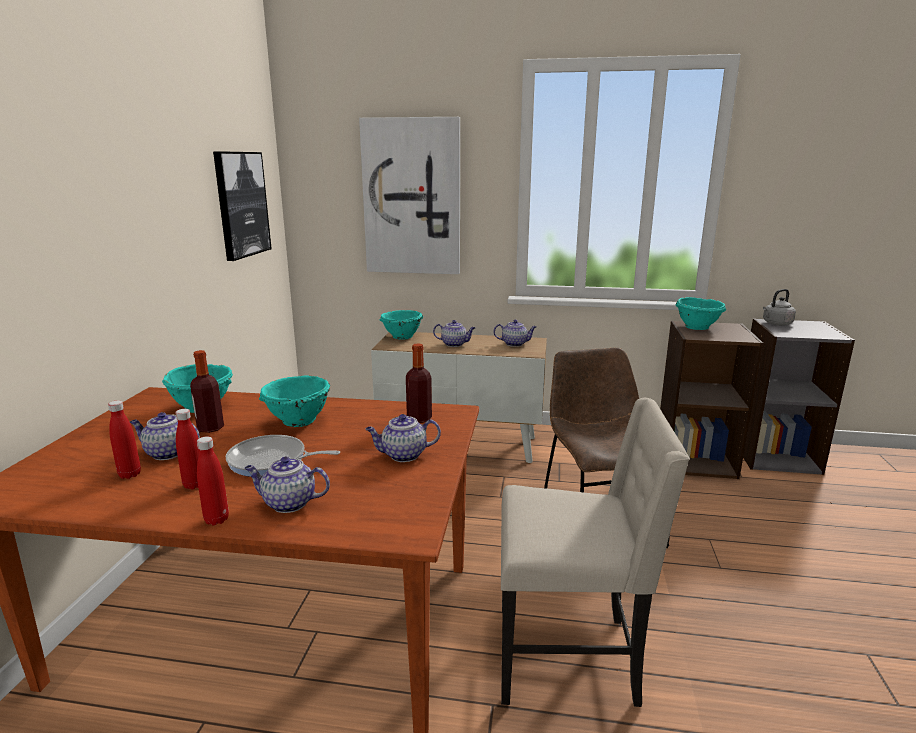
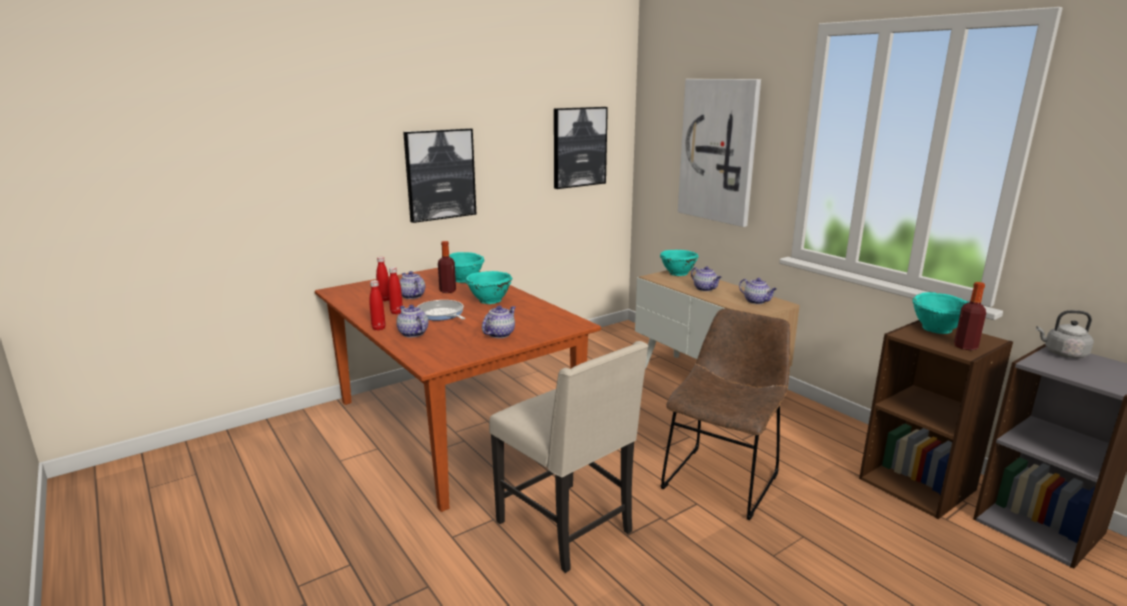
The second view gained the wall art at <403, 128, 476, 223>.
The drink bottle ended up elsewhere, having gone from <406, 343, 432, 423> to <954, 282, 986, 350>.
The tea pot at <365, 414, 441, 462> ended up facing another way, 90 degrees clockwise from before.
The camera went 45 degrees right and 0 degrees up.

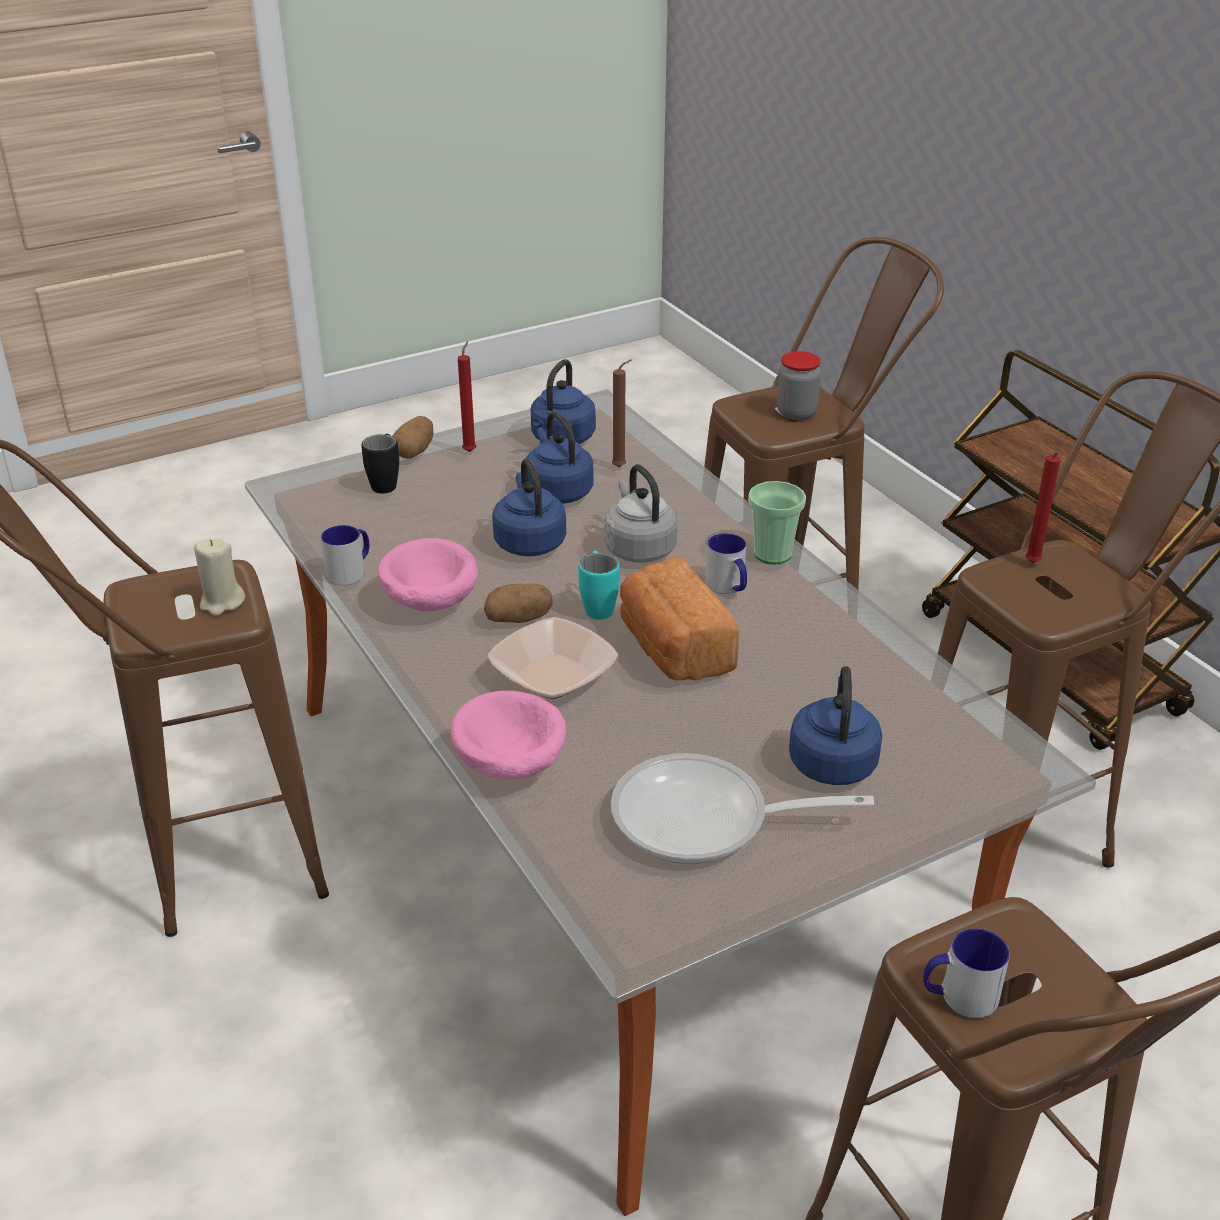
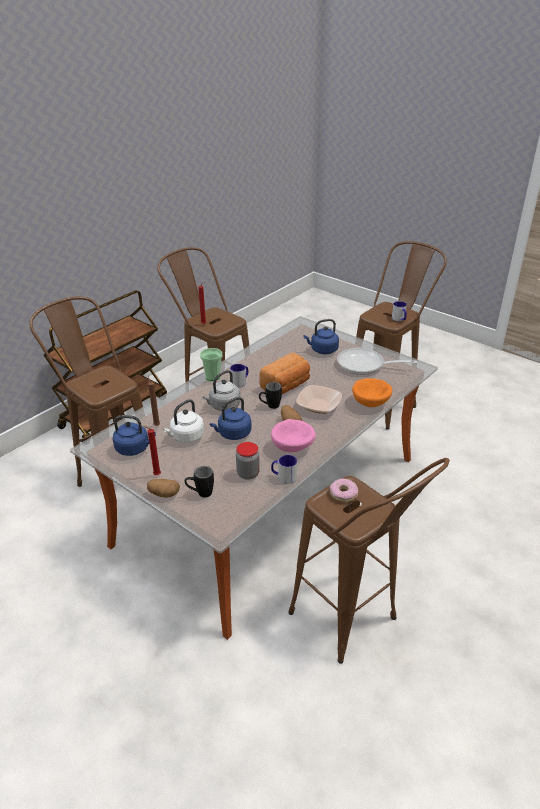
The storage jar ended up elsewhere, having gone from <777, 351, 821, 420> to <236, 442, 260, 480>.
Where the wax candle/beige stood at <194, 539, 245, 616>, the ring doughnut came to stand at <330, 478, 358, 502>.
What was the serving bowl/pink at <450, 691, 566, 779> turned into the serving bowl/orangey at <352, 378, 392, 407>.
What was the water kettle/bluish at <525, 411, 593, 504> turned into the water kettle/whitish at <163, 399, 204, 443>.
What was the tea mug/turquoise at <579, 551, 620, 620> turned into the tea mug/blackish at <259, 382, 282, 409>.
The skillet at <611, 753, 874, 864> ended up facing another way, 120 degrees clockwise from before.
The camera went 110 degrees left and 0 degrees up.

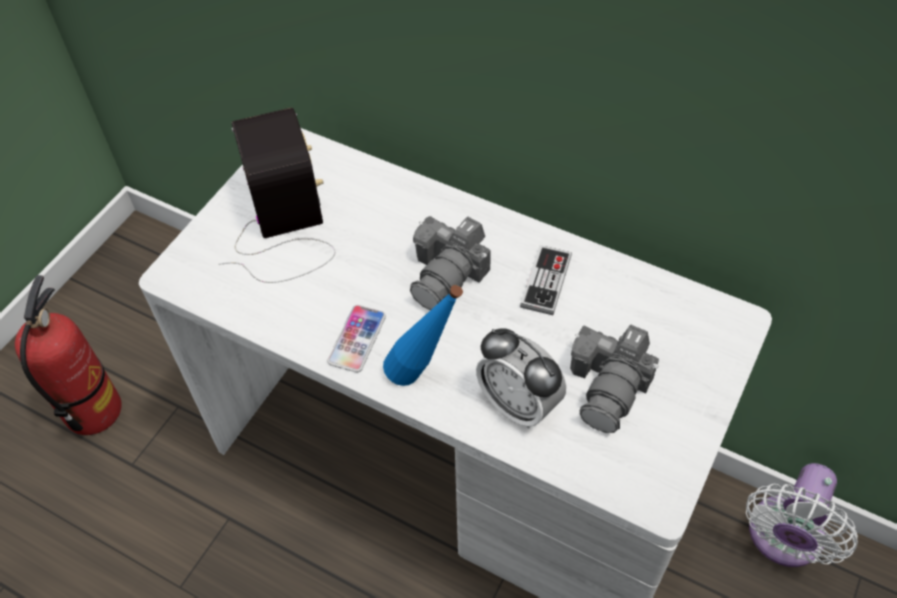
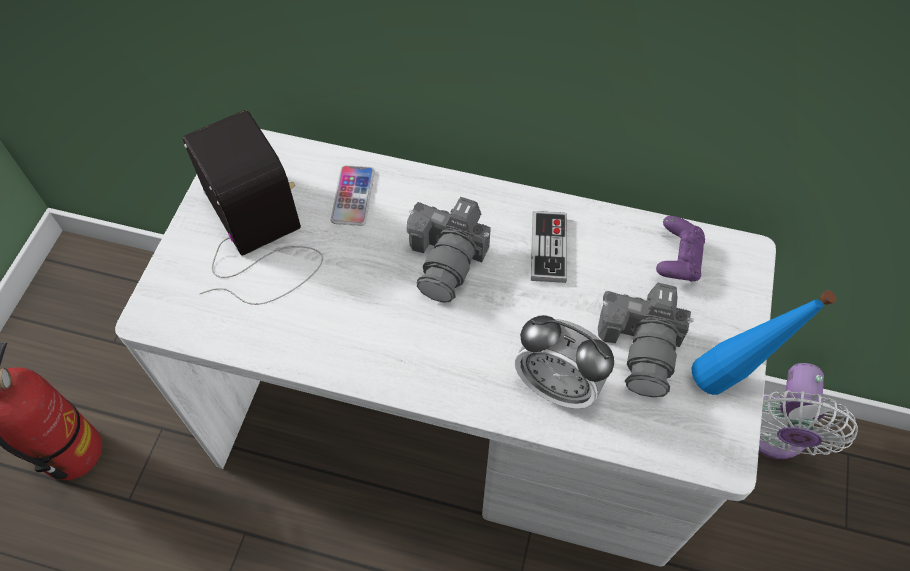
The second view gained the game controller/purple at <656, 216, 705, 282>.
The telephone ended up elsewhere, having gone from <327, 305, 386, 373> to <331, 165, 375, 226>.
The drink bottle/bluish ended up elsewhere, having gone from <383, 285, 463, 386> to <692, 290, 836, 395>.
The camera went 15 degrees left and 5 degrees up.

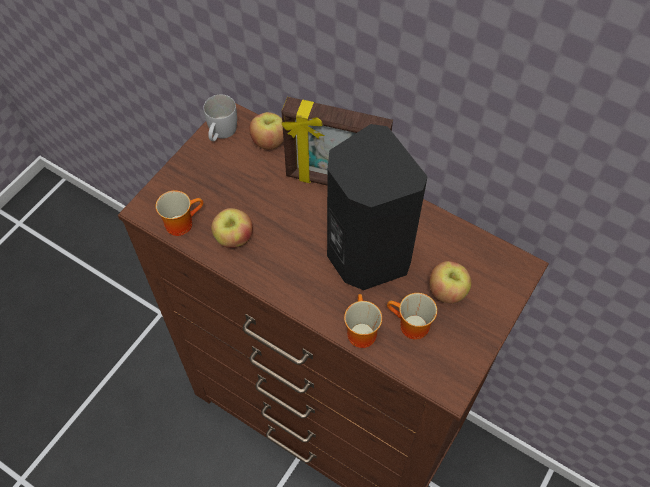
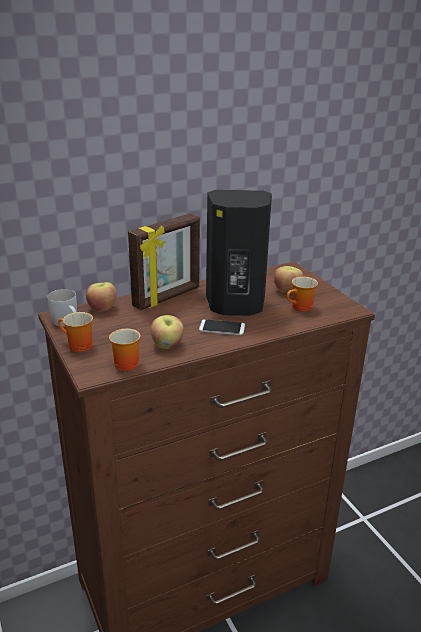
The second view gained the telephone at <199, 319, 245, 335>.
The tea mug ended up elsewhere, having gone from <344, 294, 382, 348> to <58, 312, 93, 352>.
The camera went 60 degrees left and 30 degrees down.

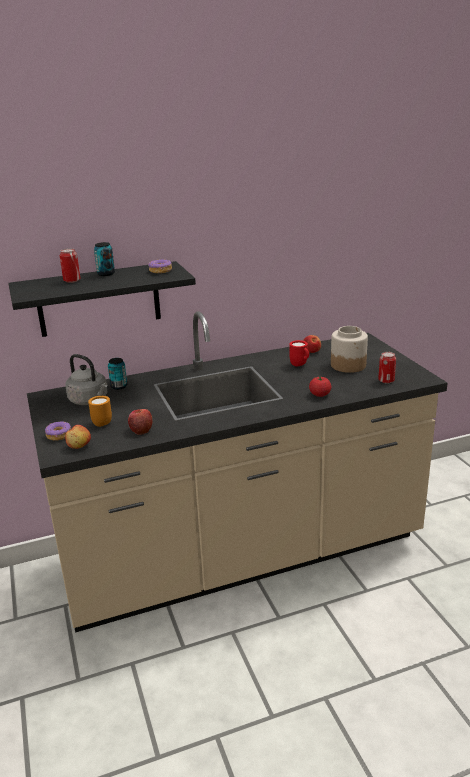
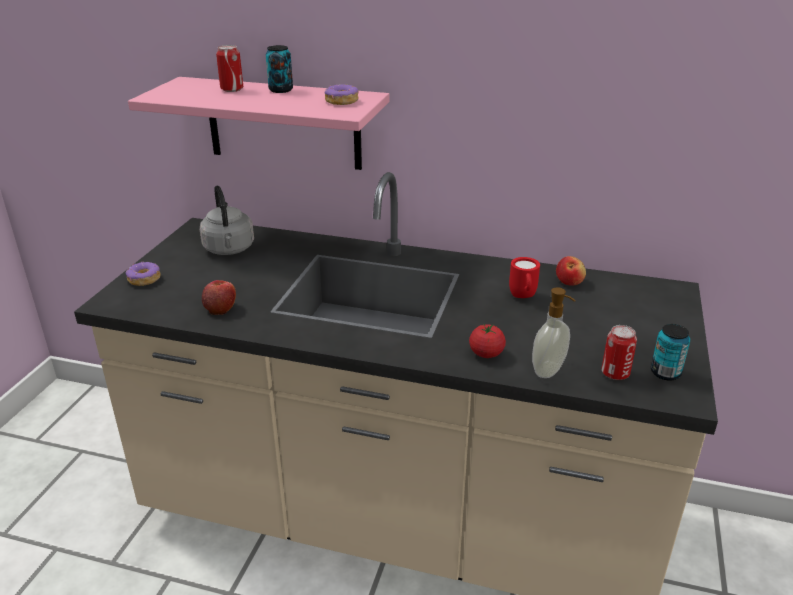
The second view lost the apple fruit at <65, 425, 91, 449>.
The second view lost the tea mug/orangey at <88, 396, 112, 427>.
The second view lost the storage jar at <331, 326, 368, 373>.
The second view gained the liquid soap bottle at <532, 287, 576, 378>.
The can ended up elsewhere, having gone from <108, 358, 127, 390> to <651, 324, 690, 381>.
What was the bracket shelf/blackish at <8, 261, 196, 337> turned into the bracket shelf/pink at <128, 77, 389, 170>.
The camera went 35 degrees right and 5 degrees up.

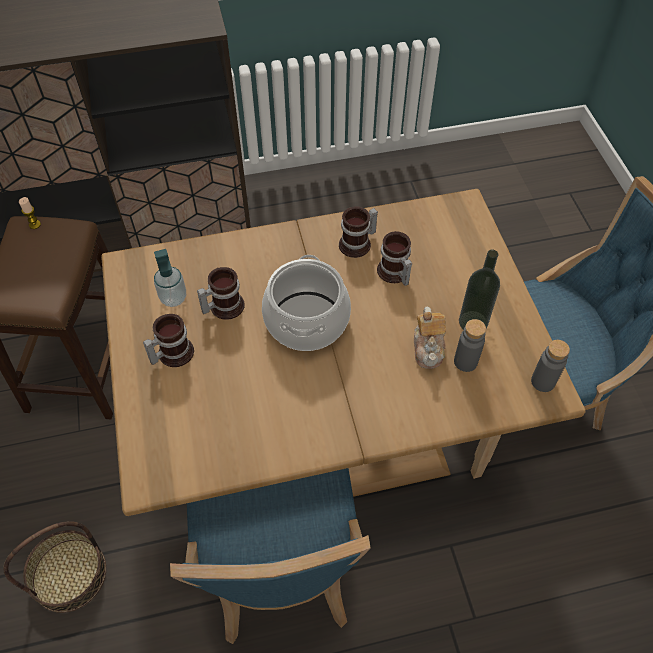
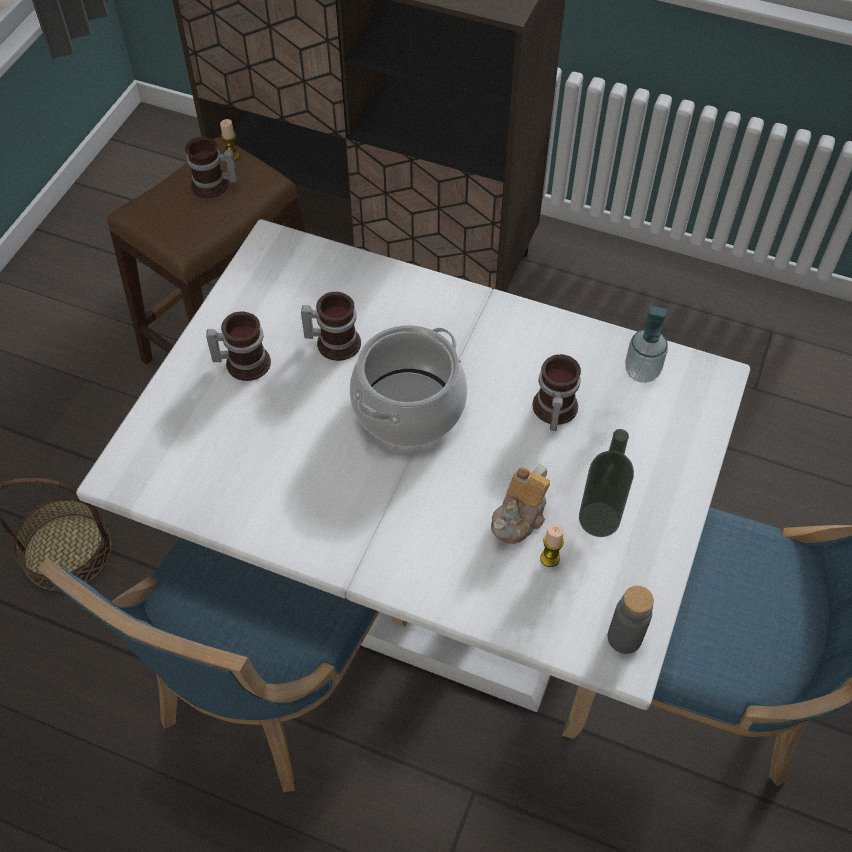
The liquid soap bottle ended up elsewhere, having gone from <154, 249, 186, 307> to <625, 306, 668, 383>.
The tea mug ended up elsewhere, having gone from <339, 206, 378, 258> to <185, 137, 238, 198>.
Where the drink bottle/gray stood at <454, 319, 486, 372>, the wax candle came to stand at <540, 524, 564, 567>.
What was the dining table/brownish at <101, 189, 585, 516> turned into the dining table/whitish at <76, 219, 750, 712>.
The camera went 35 degrees right and 0 degrees up.

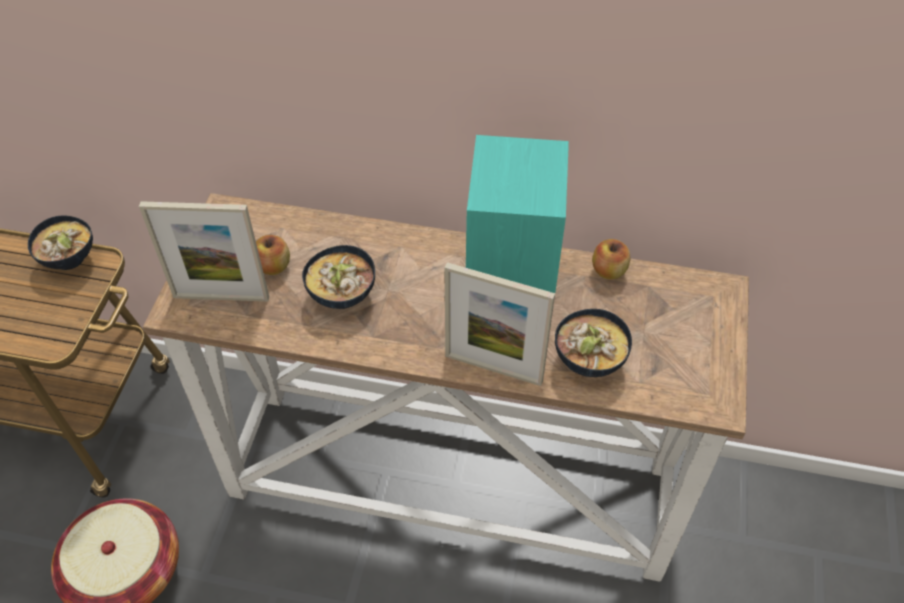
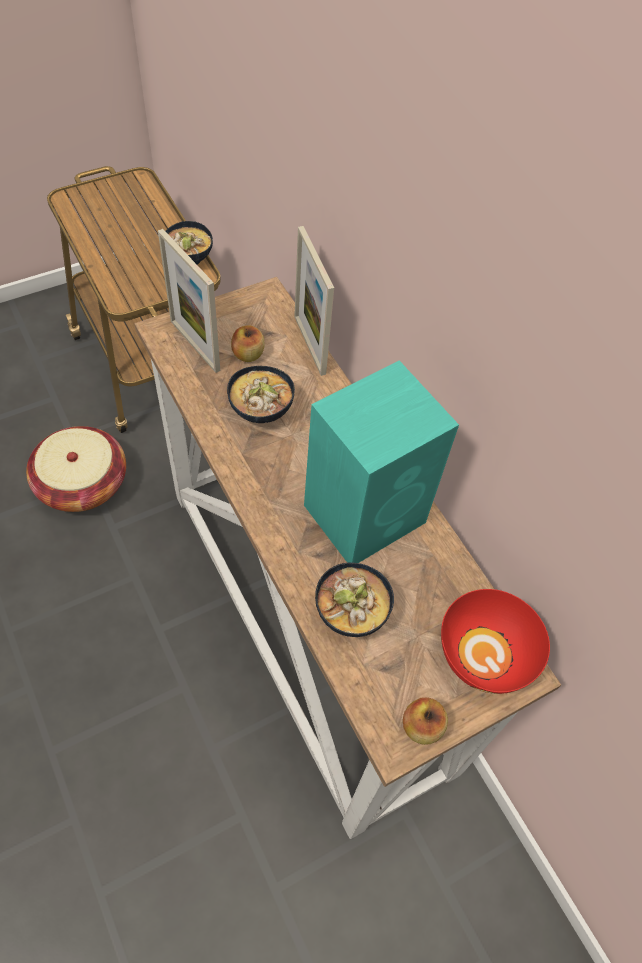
The second view gained the serving bowl/reddish at <441, 589, 550, 694>.
The standing frame ended up elsewhere, having gone from <445, 262, 555, 386> to <294, 226, 334, 376>.
The apple fruit ended up elsewhere, having gone from <592, 239, 631, 279> to <403, 697, 448, 745>.
The camera went 45 degrees right and 5 degrees up.

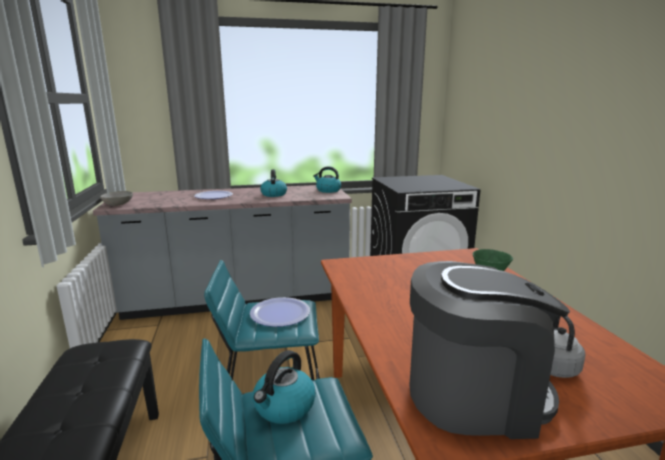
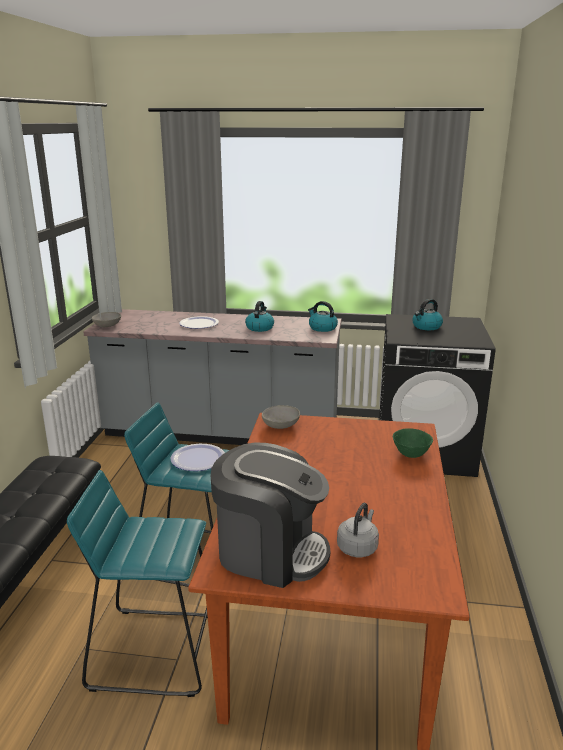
The second view gained the serving bowl/gray at <262, 405, 300, 429>.
The water kettle ended up elsewhere, having gone from <253, 350, 316, 424> to <412, 299, 443, 330>.
The camera went 20 degrees right and 5 degrees up.

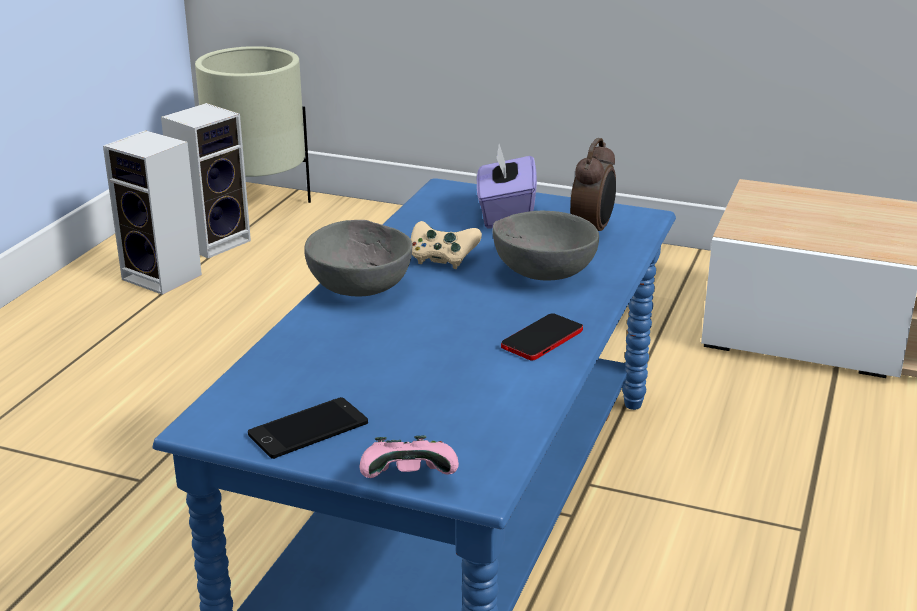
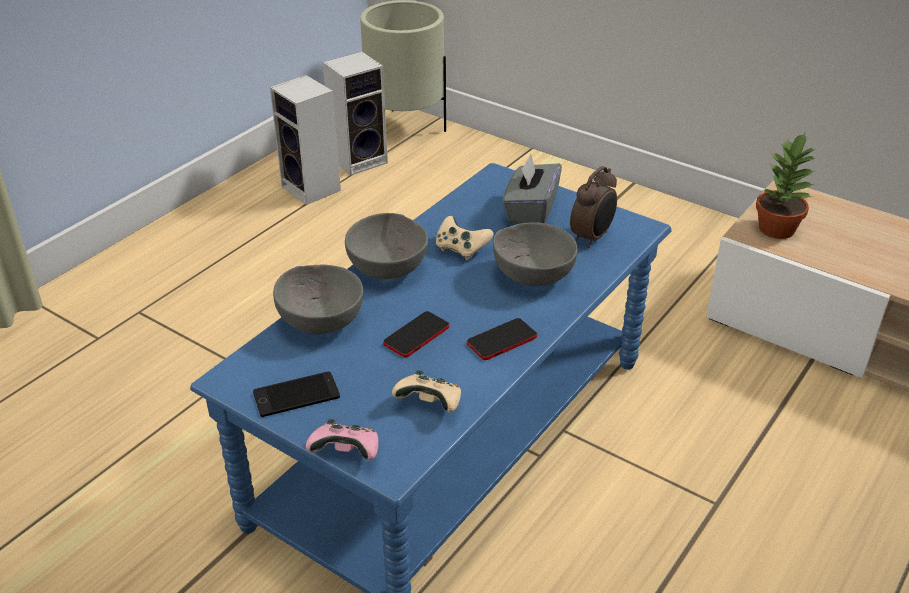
The second view gained the serving bowl/gray at <273, 264, 363, 334>.
The second view gained the telephone at <383, 311, 449, 358>.
The second view gained the game controller/beige at <392, 370, 461, 413>.
The second view gained the plant in a pot at <756, 132, 815, 239>.
What was the box of tissues/purple at <477, 144, 537, 229> turned into the box of tissues/gray at <502, 154, 562, 224>.
The camera went 15 degrees right and 10 degrees up.

